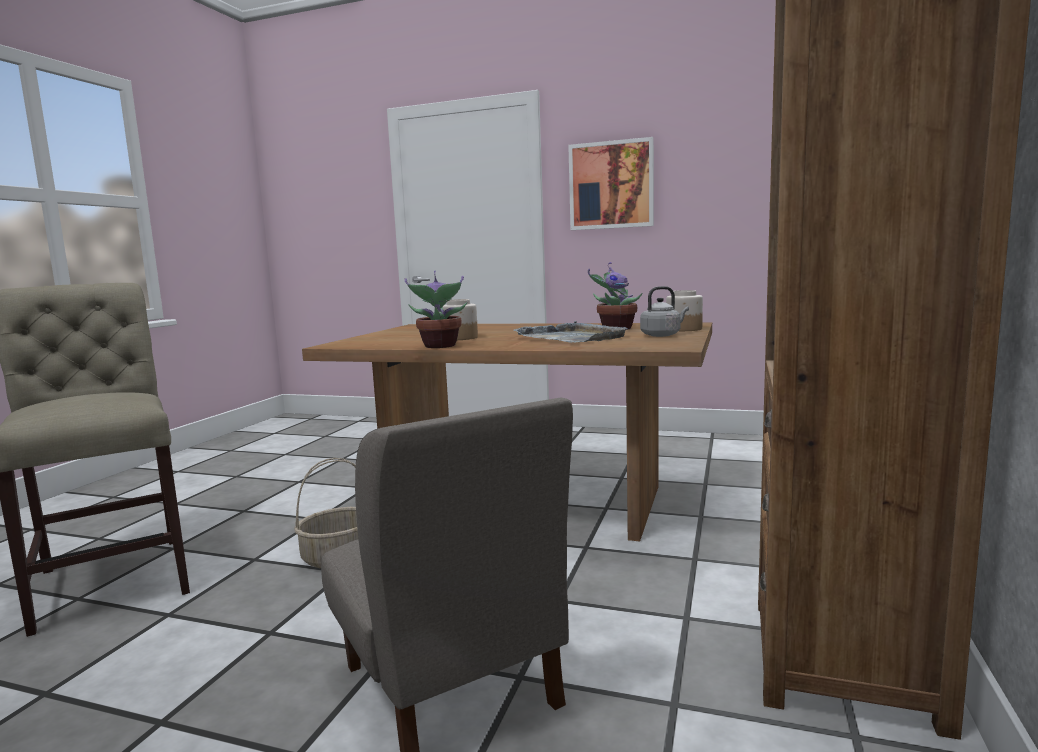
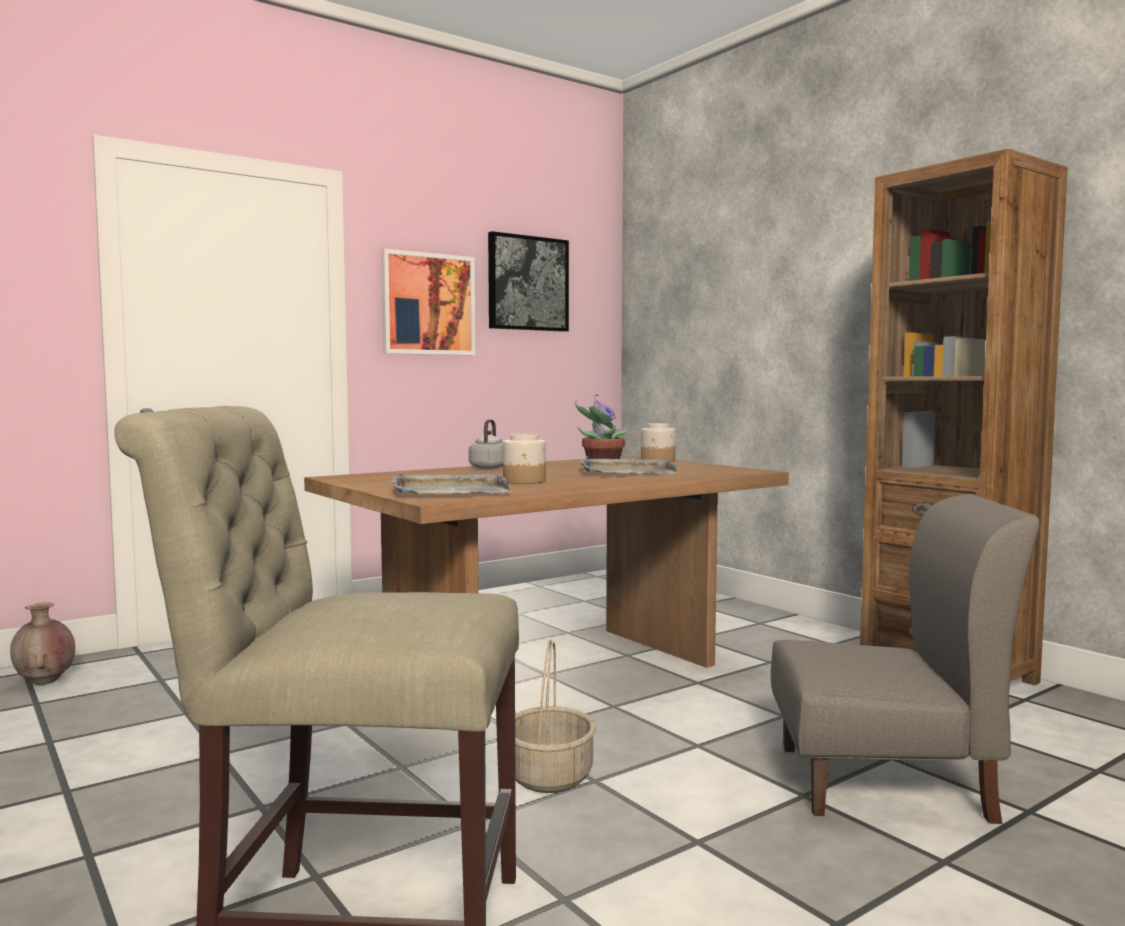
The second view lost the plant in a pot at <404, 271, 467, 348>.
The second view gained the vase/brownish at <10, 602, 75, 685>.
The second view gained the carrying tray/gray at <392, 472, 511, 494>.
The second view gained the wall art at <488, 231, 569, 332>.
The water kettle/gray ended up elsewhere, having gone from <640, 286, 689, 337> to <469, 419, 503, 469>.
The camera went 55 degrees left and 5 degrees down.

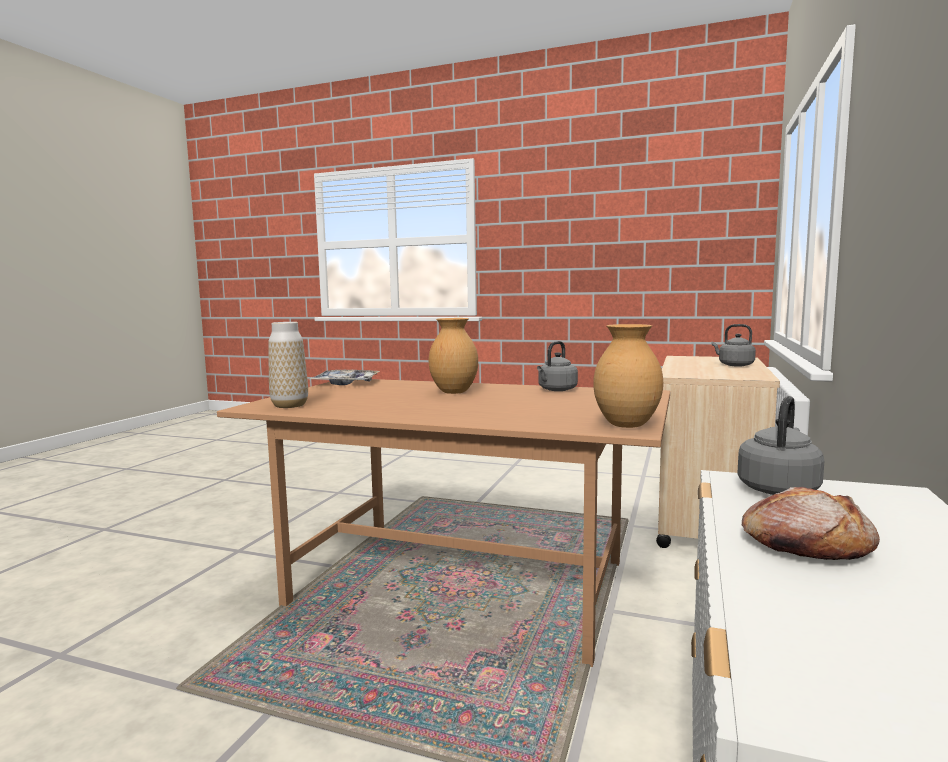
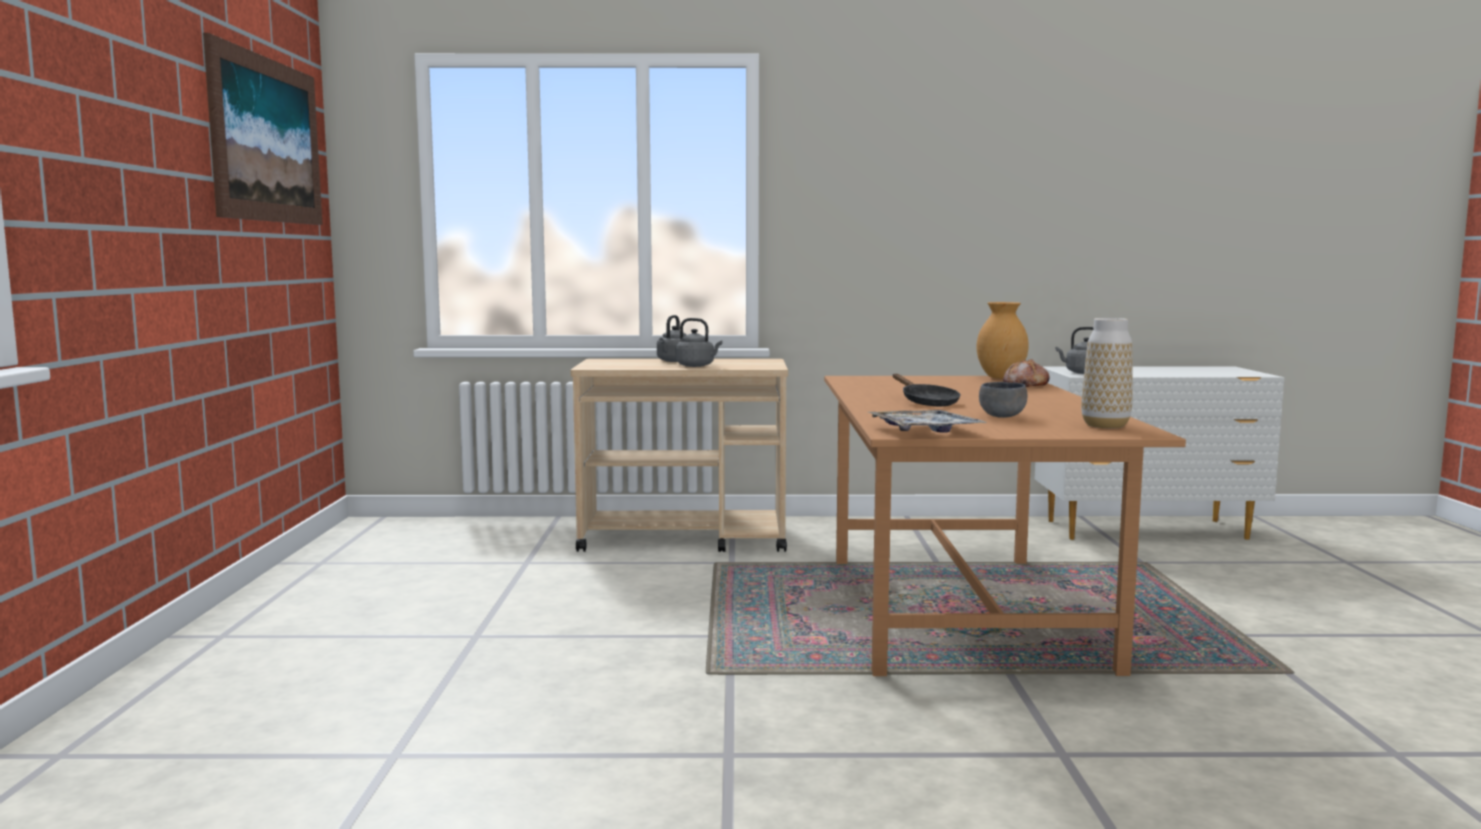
The second view gained the wall art at <203, 33, 323, 225>.
The second view gained the serving bowl/gray at <979, 382, 1027, 418>.
The water kettle/gray ended up elsewhere, having gone from <537, 341, 578, 391> to <675, 318, 722, 367>.
The bread ended up elsewhere, having gone from <742, 487, 880, 560> to <1003, 359, 1050, 387>.
Where the vase/brownish stood at <429, 318, 478, 394>, the skillet/blackish came to stand at <893, 374, 960, 406>.
The camera went 110 degrees left and 0 degrees up.

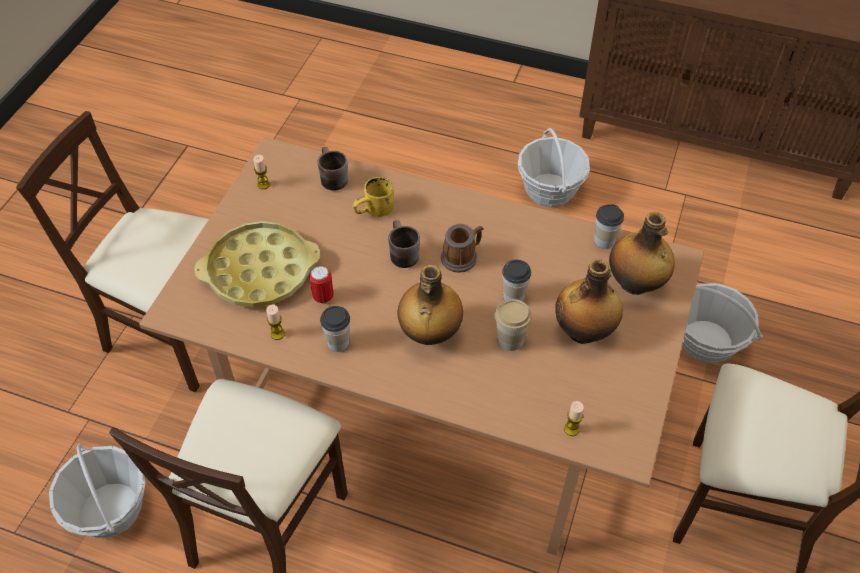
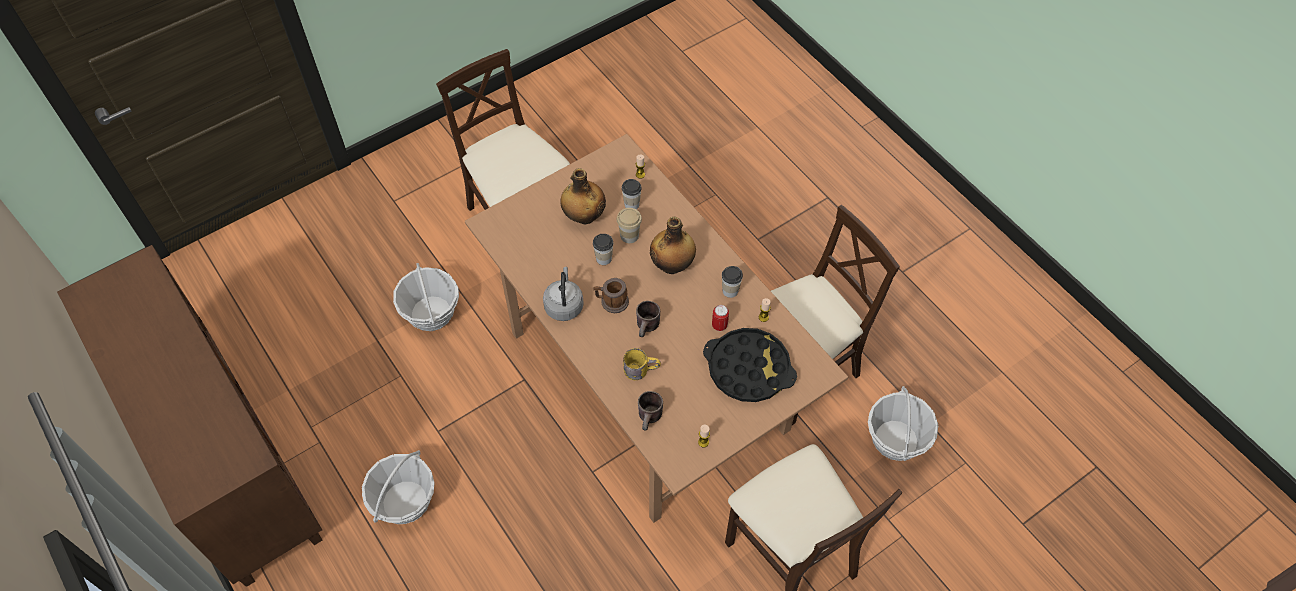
The second view lost the drink bottle at <609, 212, 675, 295>.
The second view gained the water kettle/gray at <543, 267, 584, 321>.
The drinking cup ended up elsewhere, having gone from <594, 204, 624, 249> to <622, 179, 642, 209>.
What was the carrying tray/yellow-coloured at <195, 221, 320, 308> turned into the carrying tray/blackish at <703, 328, 797, 402>.
The camera went 145 degrees left and 5 degrees up.

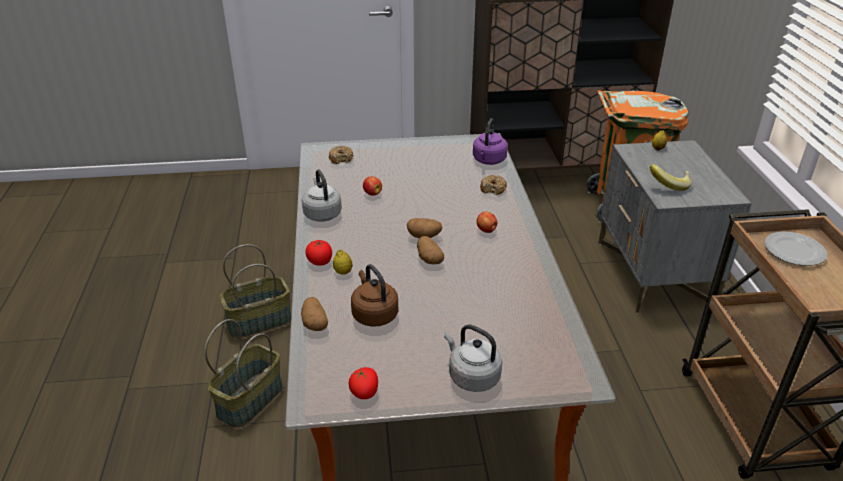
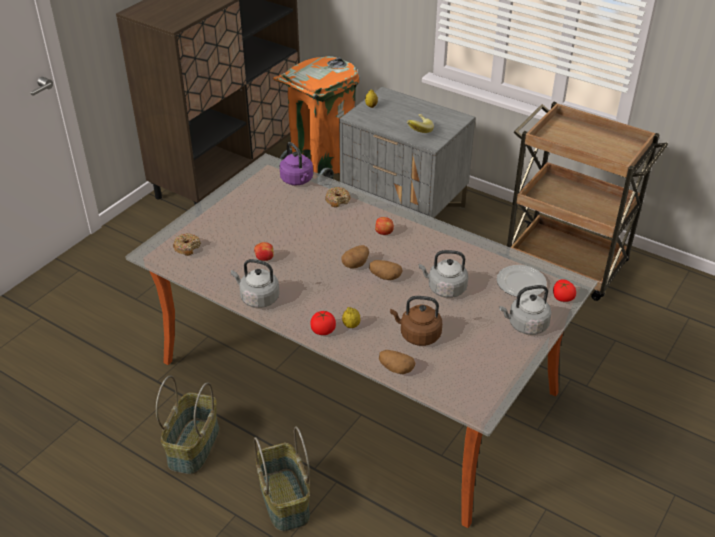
The second view gained the water kettle/gray at <419, 250, 468, 298>.
The tomato ended up elsewhere, having gone from <349, 367, 378, 399> to <553, 279, 576, 302>.
The dinner plate ended up elsewhere, having gone from <765, 232, 827, 266> to <497, 265, 547, 297>.
The camera went 50 degrees left and 5 degrees up.

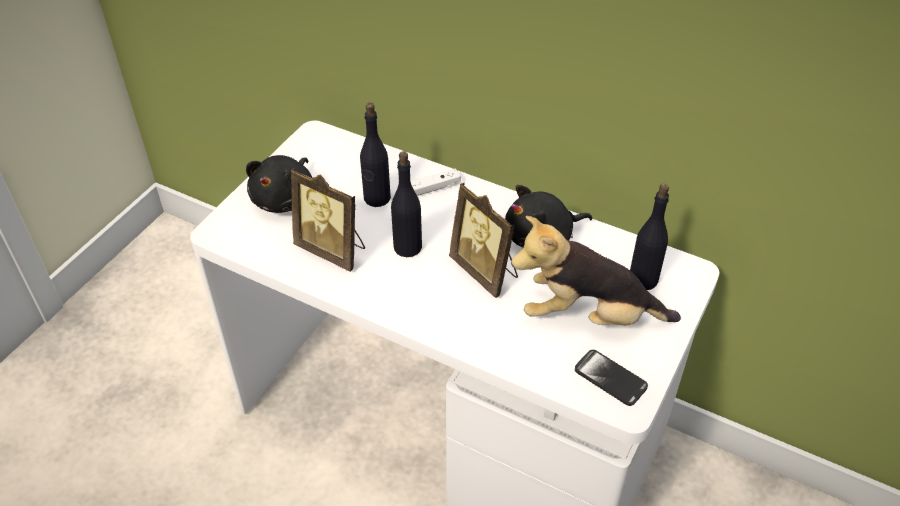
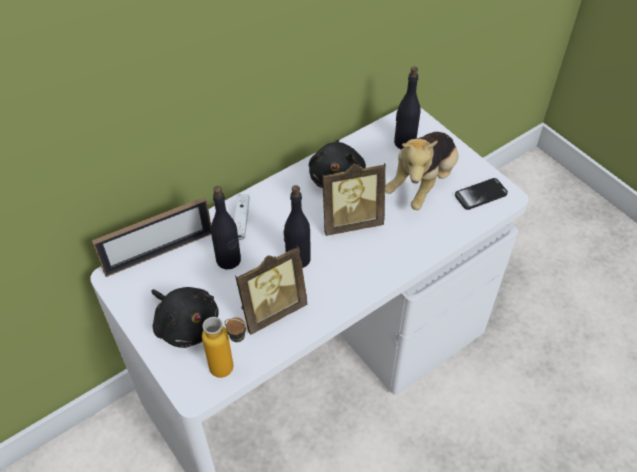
The second view gained the standing frame at <92, 197, 211, 277>.
The second view gained the drink bottle at <202, 317, 247, 378>.
The camera went 65 degrees left and 5 degrees up.

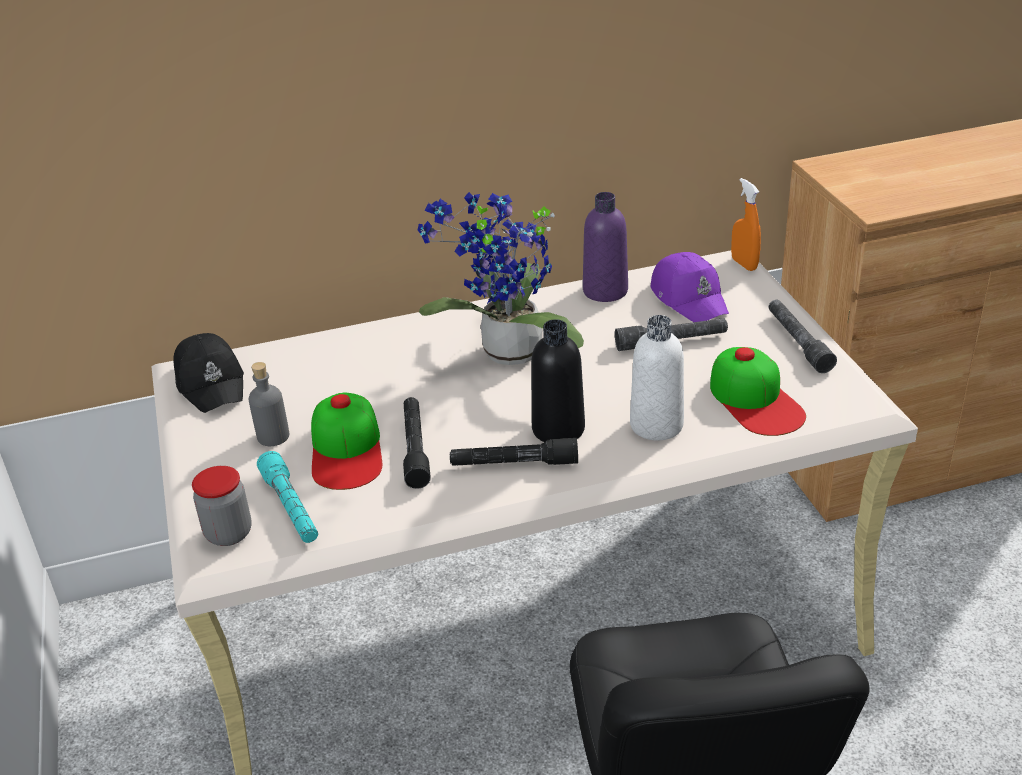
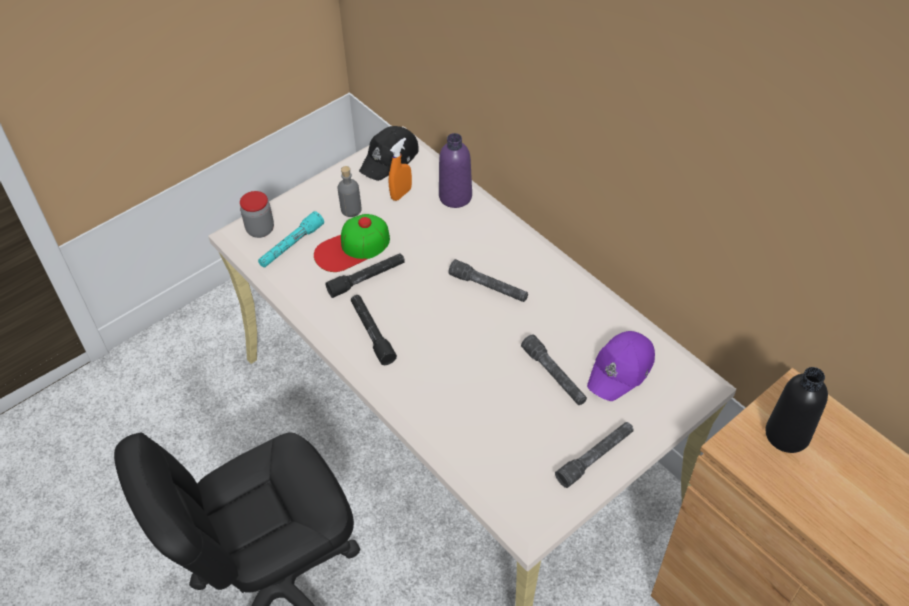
The second view lost the drink bottle/whitish at <630, 315, 684, 440>.
The second view lost the baseball cap at <710, 347, 806, 436>.
The drink bottle/blackish ended up elsewhere, having gone from <531, 319, 585, 442> to <765, 367, 828, 453>.
The drink bottle/purple ended up elsewhere, having gone from <583, 192, 628, 302> to <439, 133, 472, 208>.
The sprayer/orangey ended up elsewhere, having gone from <731, 178, 761, 271> to <389, 137, 412, 201>.
Where the plant in a pot stood at <418, 192, 584, 365>, the torch/gray came to stand at <448, 259, 528, 302>.
The camera went 65 degrees right and 15 degrees up.

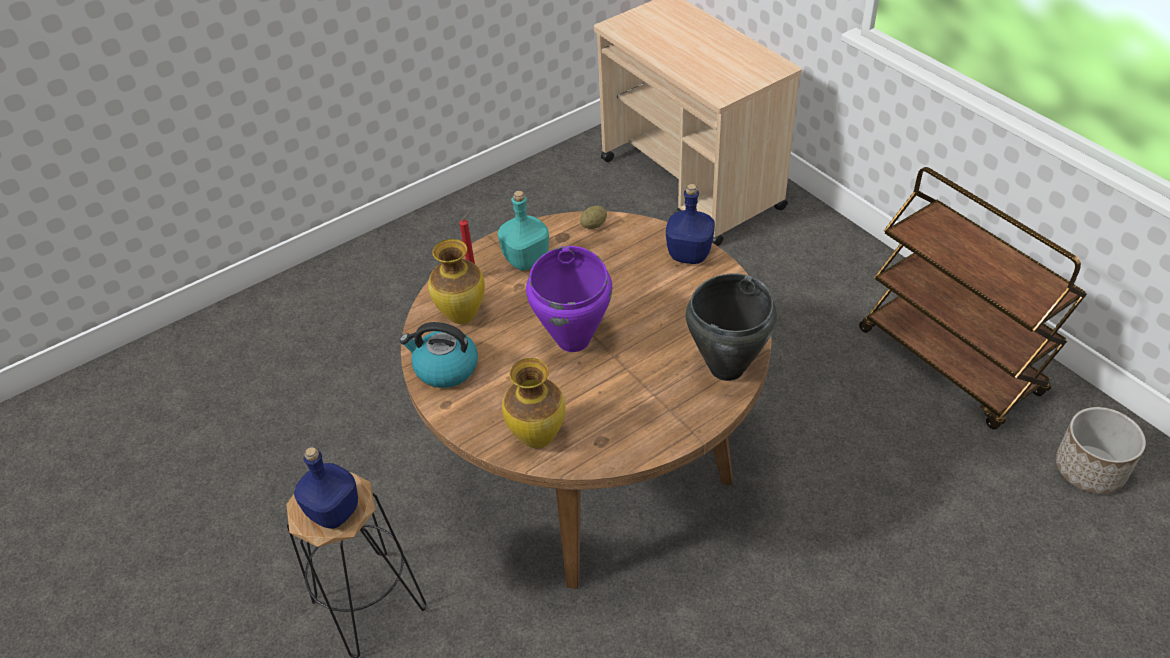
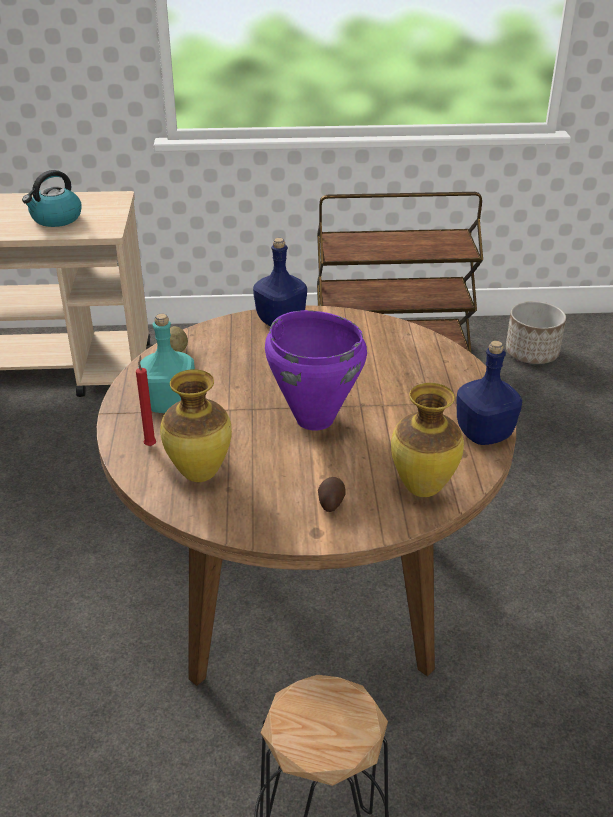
The second view lost the stockpot/blackish at <686, 273, 777, 381>.
The second view gained the potato at <318, 477, 345, 512>.
The drink bottle/bluish ended up elsewhere, having gone from <294, 447, 358, 529> to <456, 341, 522, 445>.
The water kettle ended up elsewhere, having gone from <400, 322, 478, 388> to <22, 170, 82, 227>.
The camera went 60 degrees left and 10 degrees down.

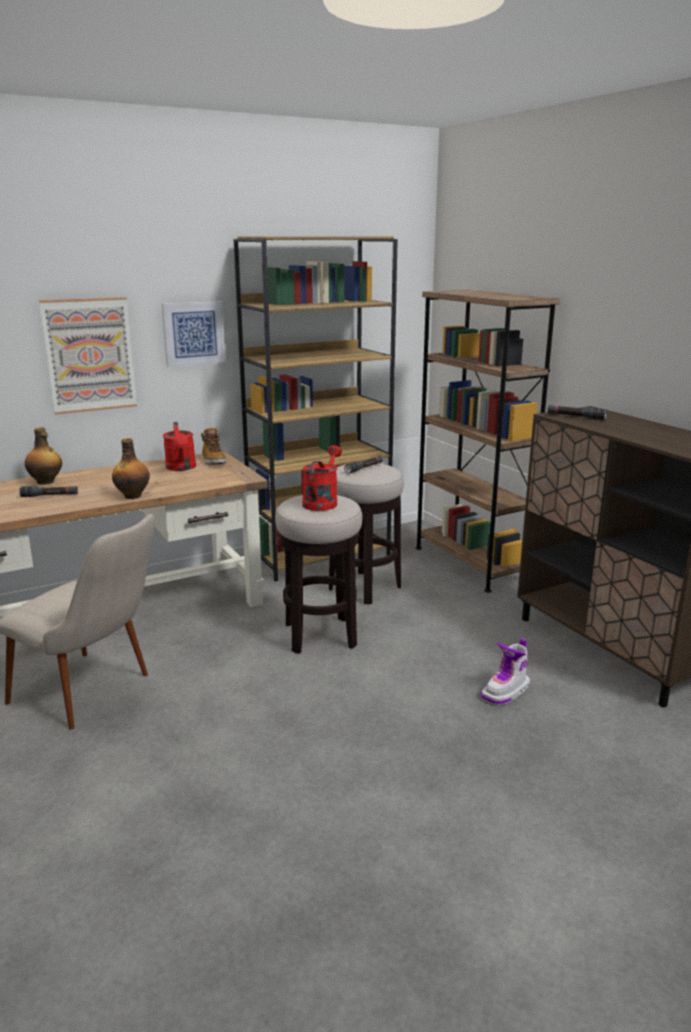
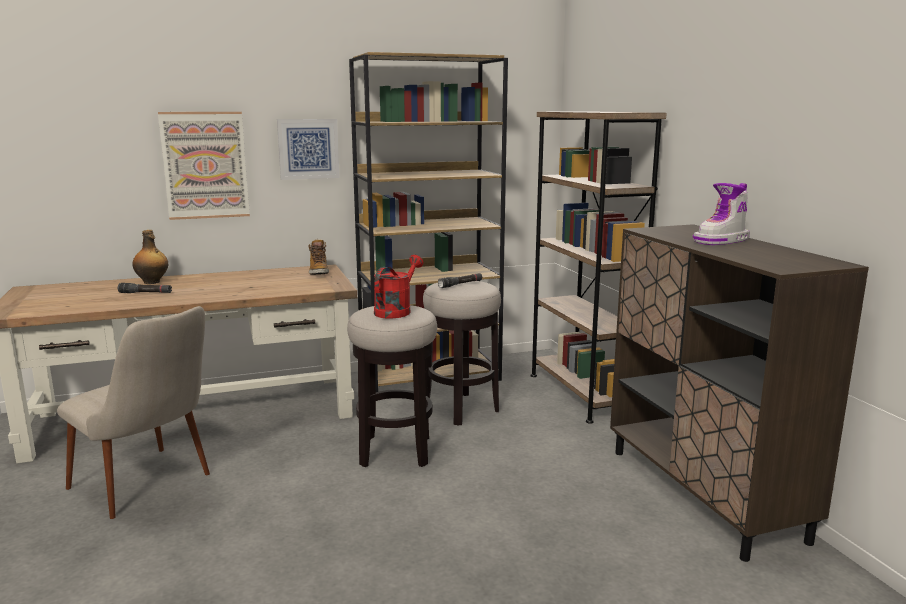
The second view lost the drink bottle at <112, 438, 150, 499>.
The second view lost the sprinkling can/reddish at <163, 422, 196, 471>.
The second view lost the torch/blackish at <547, 405, 607, 420>.
The tall boot ended up elsewhere, having gone from <481, 638, 530, 705> to <693, 183, 750, 245>.
The camera went 10 degrees right and 5 degrees down.

